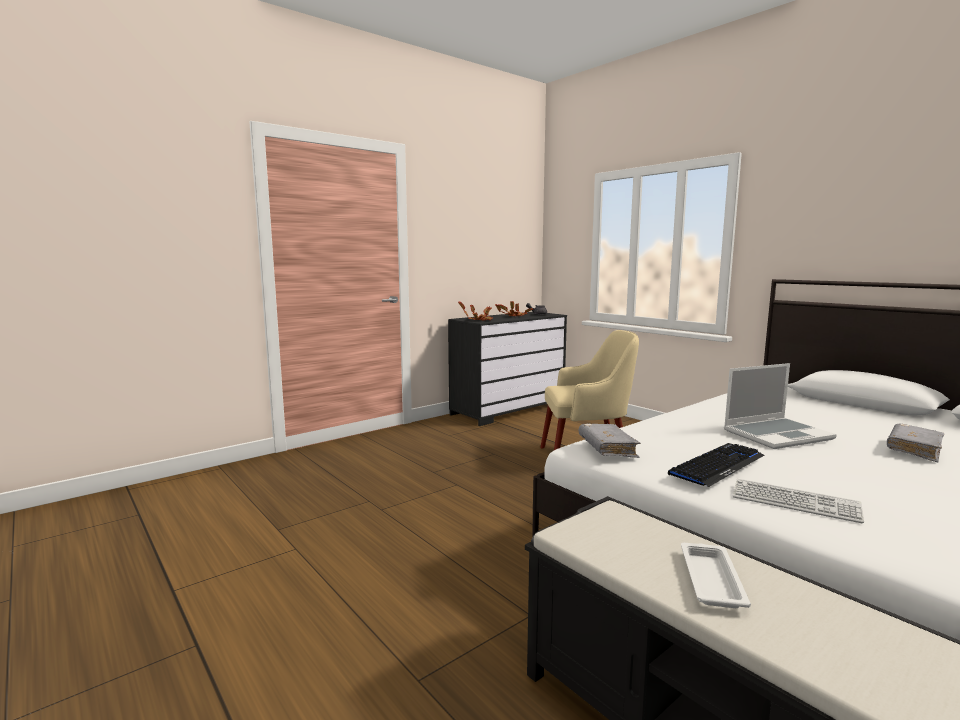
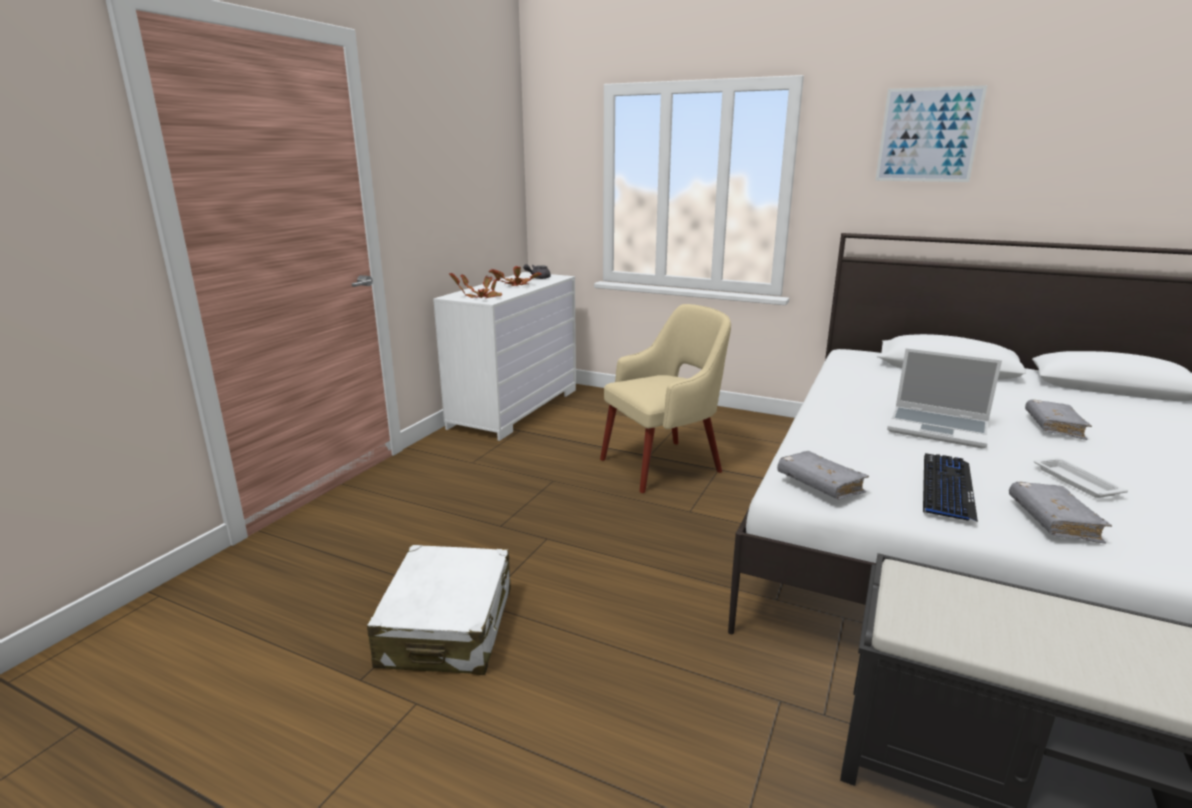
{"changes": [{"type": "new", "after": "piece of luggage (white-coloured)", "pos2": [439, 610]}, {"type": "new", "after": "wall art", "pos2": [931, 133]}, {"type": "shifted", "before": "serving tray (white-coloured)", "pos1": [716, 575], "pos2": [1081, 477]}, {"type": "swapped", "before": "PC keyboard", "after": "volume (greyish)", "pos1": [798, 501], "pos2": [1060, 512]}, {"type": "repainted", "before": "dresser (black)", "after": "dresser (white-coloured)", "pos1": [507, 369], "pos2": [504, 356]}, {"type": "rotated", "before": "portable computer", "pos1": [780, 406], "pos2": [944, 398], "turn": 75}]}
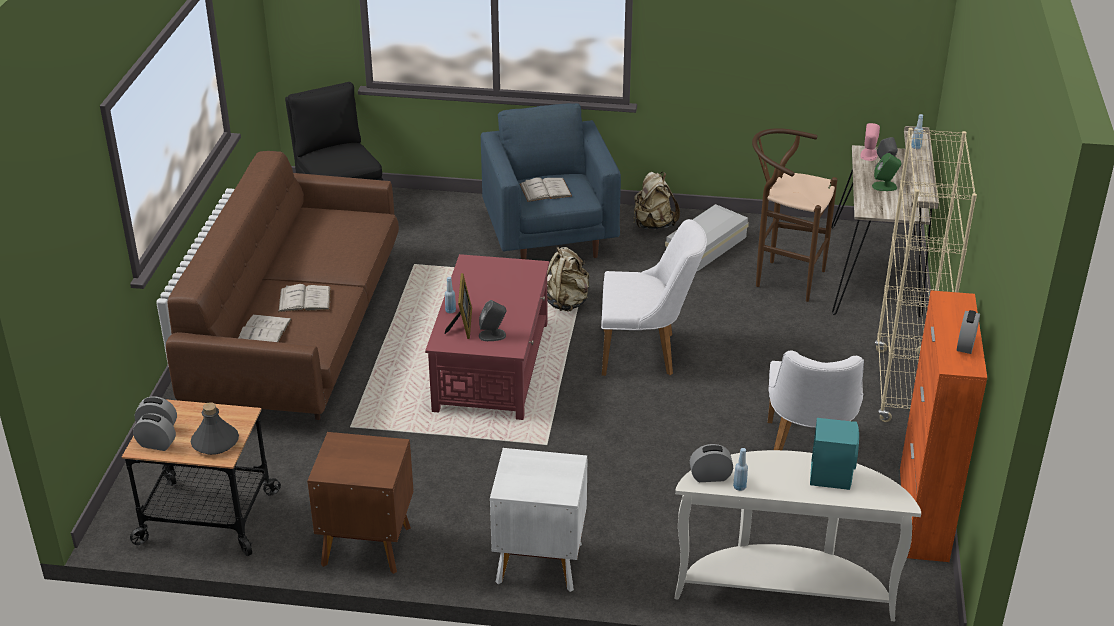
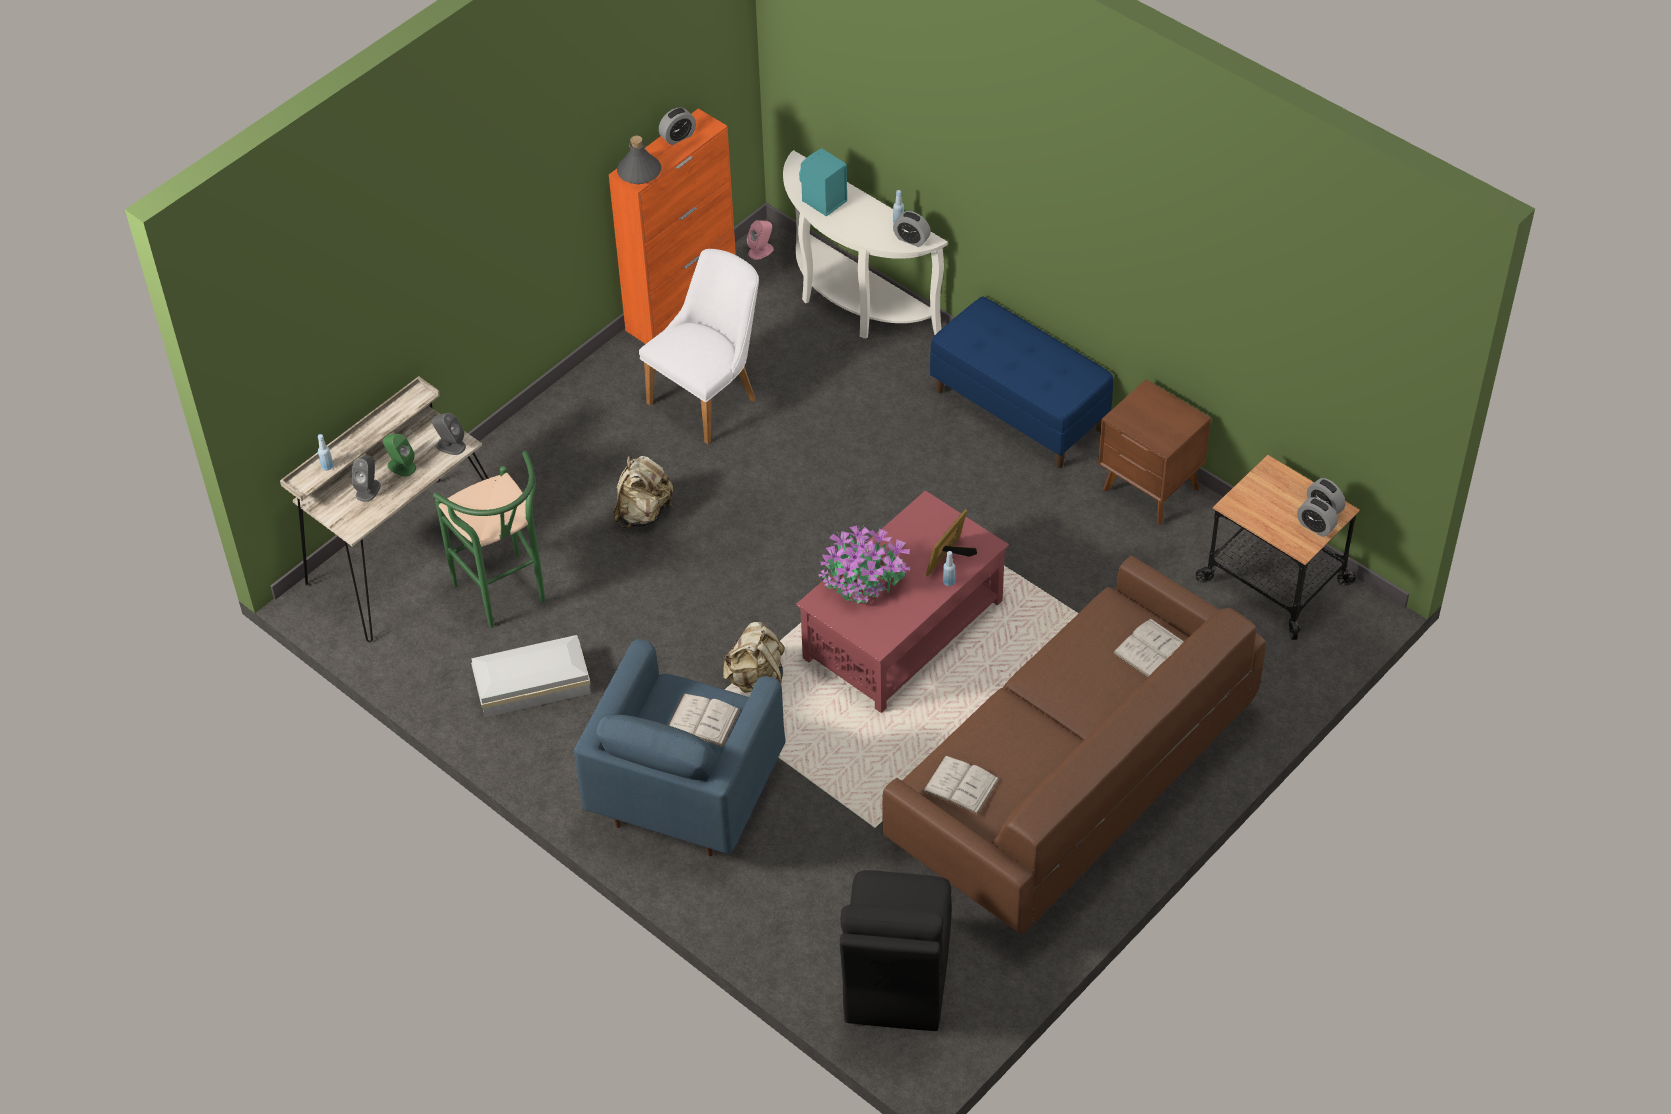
{"changes": [{"type": "gone", "before": "plain chair (white-coloured)", "pos1": [654, 297]}, {"type": "gone", "before": "bookcase (beige)", "pos1": [926, 275]}, {"type": "new", "after": "potted plant", "pos2": [864, 564]}, {"type": "shifted", "before": "beverage bottle (greyish)", "pos1": [215, 428], "pos2": [639, 160]}, {"type": "shifted", "before": "volume (white-coloured)", "pos1": [304, 298], "pos2": [961, 785]}, {"type": "shifted", "before": "speaker (greyish)", "pos1": [492, 320], "pos2": [449, 434]}, {"type": "shifted", "before": "knapsack (beige)", "pos1": [656, 201], "pos2": [643, 492]}, {"type": "shifted", "before": "speaker (pinkish)", "pos1": [870, 142], "pos2": [760, 240]}, {"type": "swapped", "before": "nightstand (white-coloured)", "after": "bench (blue-coloured)", "pos1": [538, 520], "pos2": [1021, 382]}, {"type": "repainted", "before": "stool (brownish)", "after": "stool (green)", "pos1": [794, 215], "pos2": [489, 539]}]}
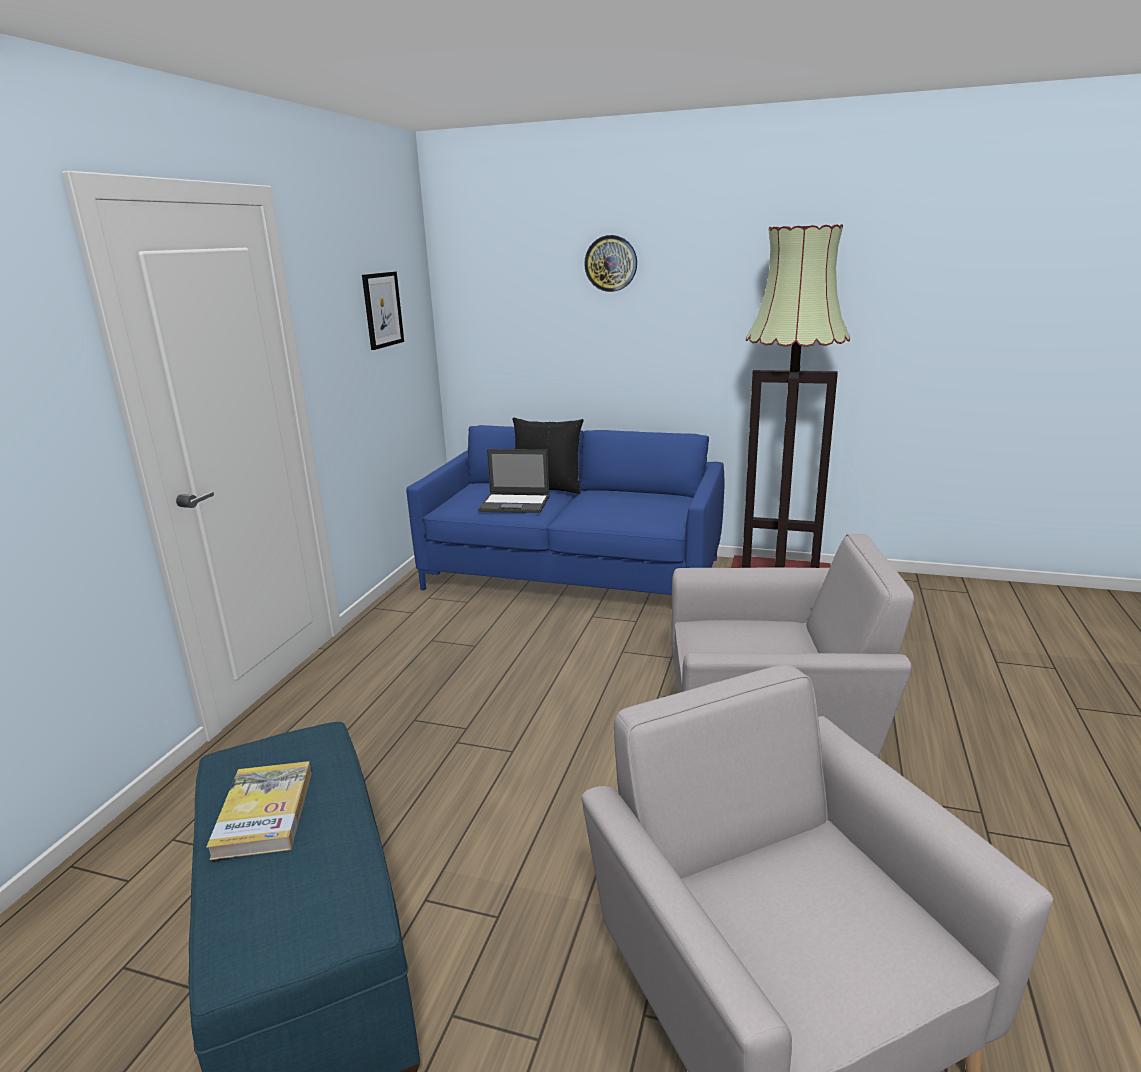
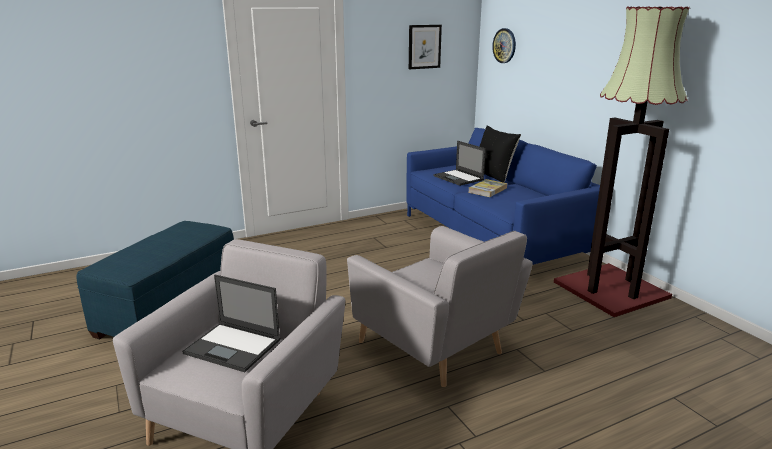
{"changes": [{"type": "new", "after": "portable computer", "pos2": [231, 323]}, {"type": "shifted", "before": "volume", "pos1": [259, 810], "pos2": [487, 188]}, {"type": "shifted", "before": "clock on the wall", "pos1": [610, 263], "pos2": [504, 45]}]}
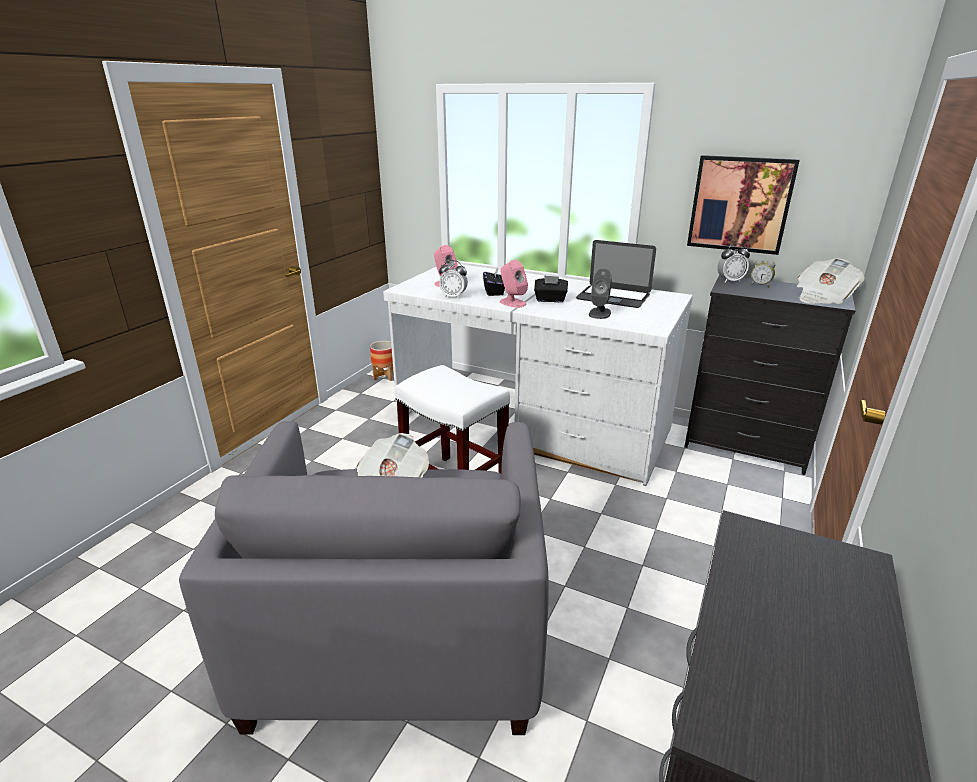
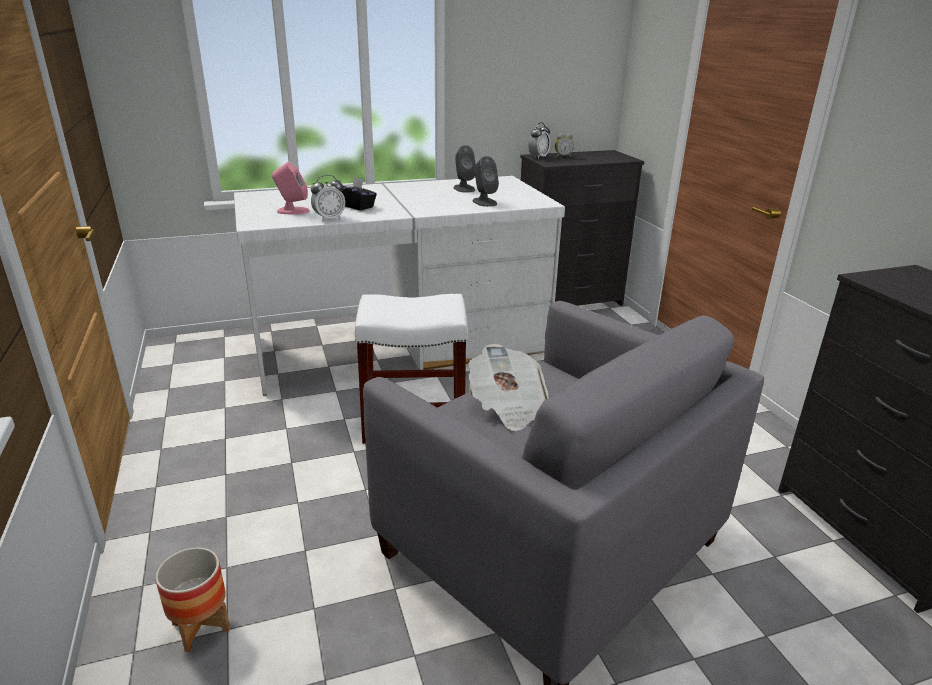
{"changes": [{"type": "gone", "before": "speaker (pinkish)", "pos1": [514, 284]}, {"type": "gone", "before": "tissue box (black)", "pos1": [551, 288]}, {"type": "gone", "before": "wall art", "pos1": [743, 205]}, {"type": "gone", "before": "printed paper", "pos1": [830, 281]}, {"type": "shifted", "before": "planter", "pos1": [382, 361], "pos2": [192, 600]}, {"type": "swapped", "before": "portable computer", "after": "speaker (greyish)", "pos1": [616, 274], "pos2": [464, 168]}]}
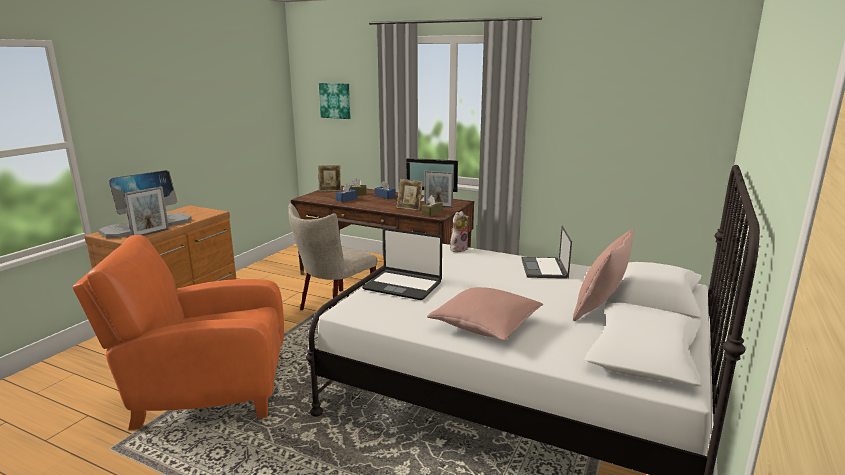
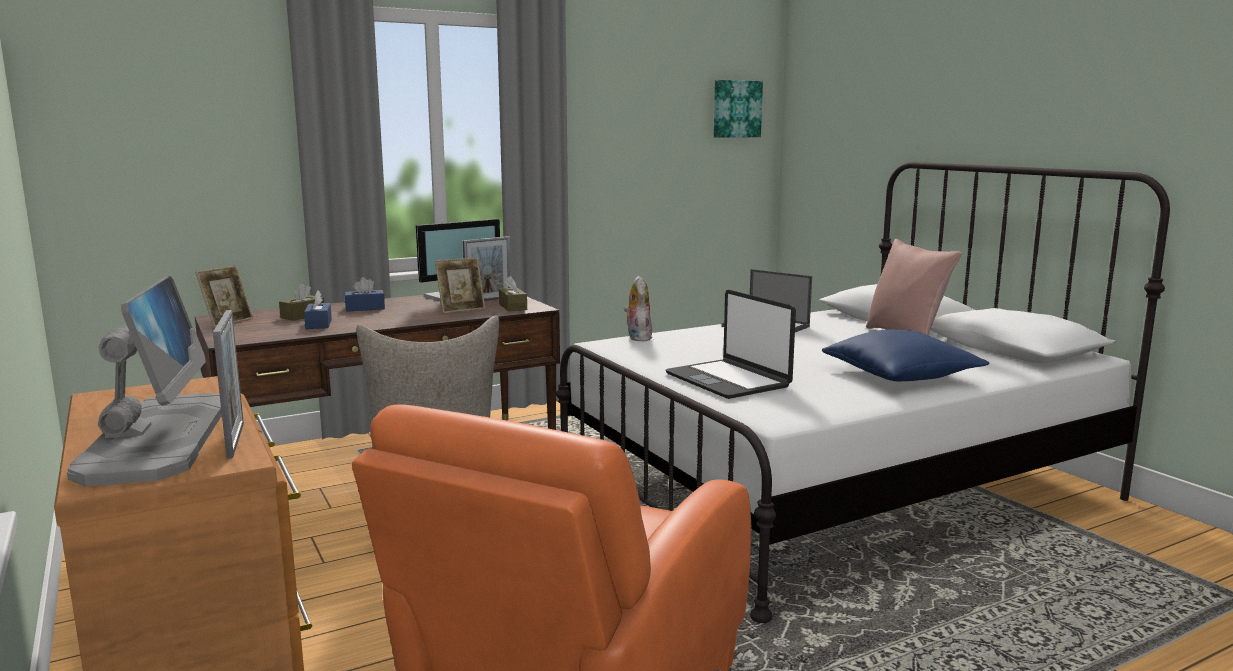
{"changes": [{"type": "shifted", "before": "wall art", "pos1": [334, 101], "pos2": [738, 109]}, {"type": "repainted", "before": "pillow (pinkish)", "after": "pillow (blue-coloured)", "pos1": [485, 314], "pos2": [905, 355]}, {"type": "rotated", "before": "portable computer", "pos1": [402, 264], "pos2": [731, 344], "turn": 90}]}
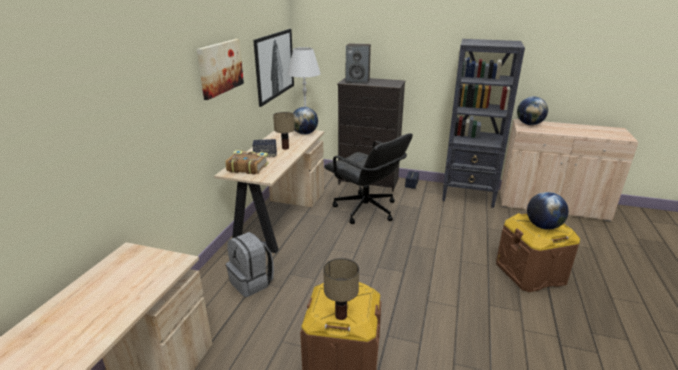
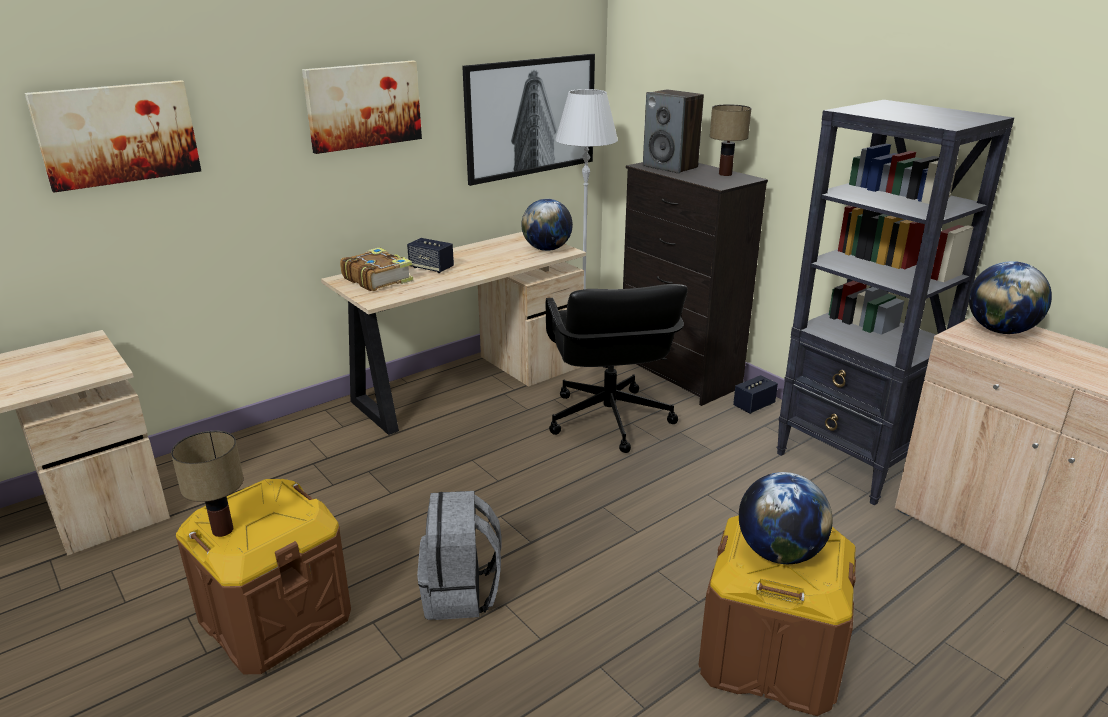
{"changes": [{"type": "new", "after": "wall art", "pos2": [113, 136]}, {"type": "shifted", "before": "knapsack (greyish)", "pos1": [250, 264], "pos2": [459, 555]}, {"type": "shifted", "before": "lamp for a table", "pos1": [284, 131], "pos2": [731, 140]}]}
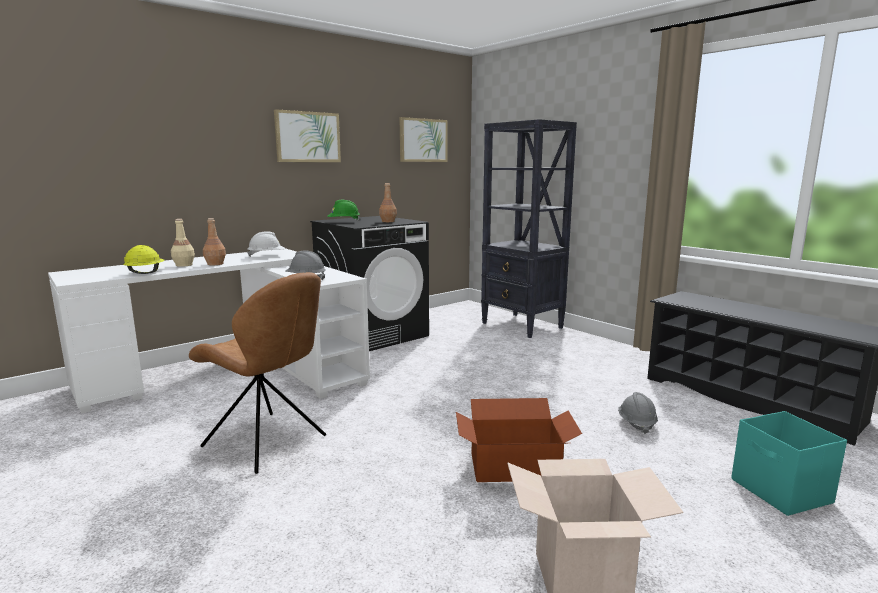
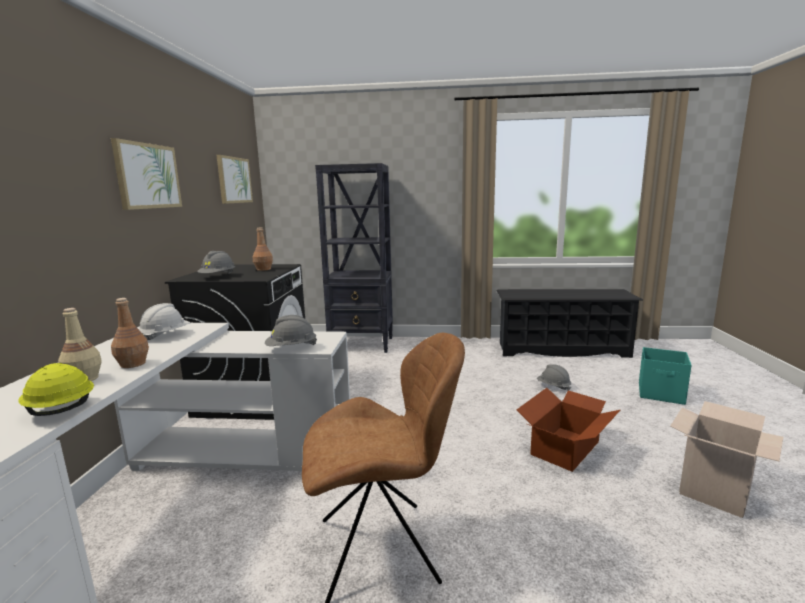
{"changes": [{"type": "repainted", "before": "work helmet (green)", "after": "work helmet (greyish)", "pos1": [343, 210], "pos2": [216, 262]}]}
